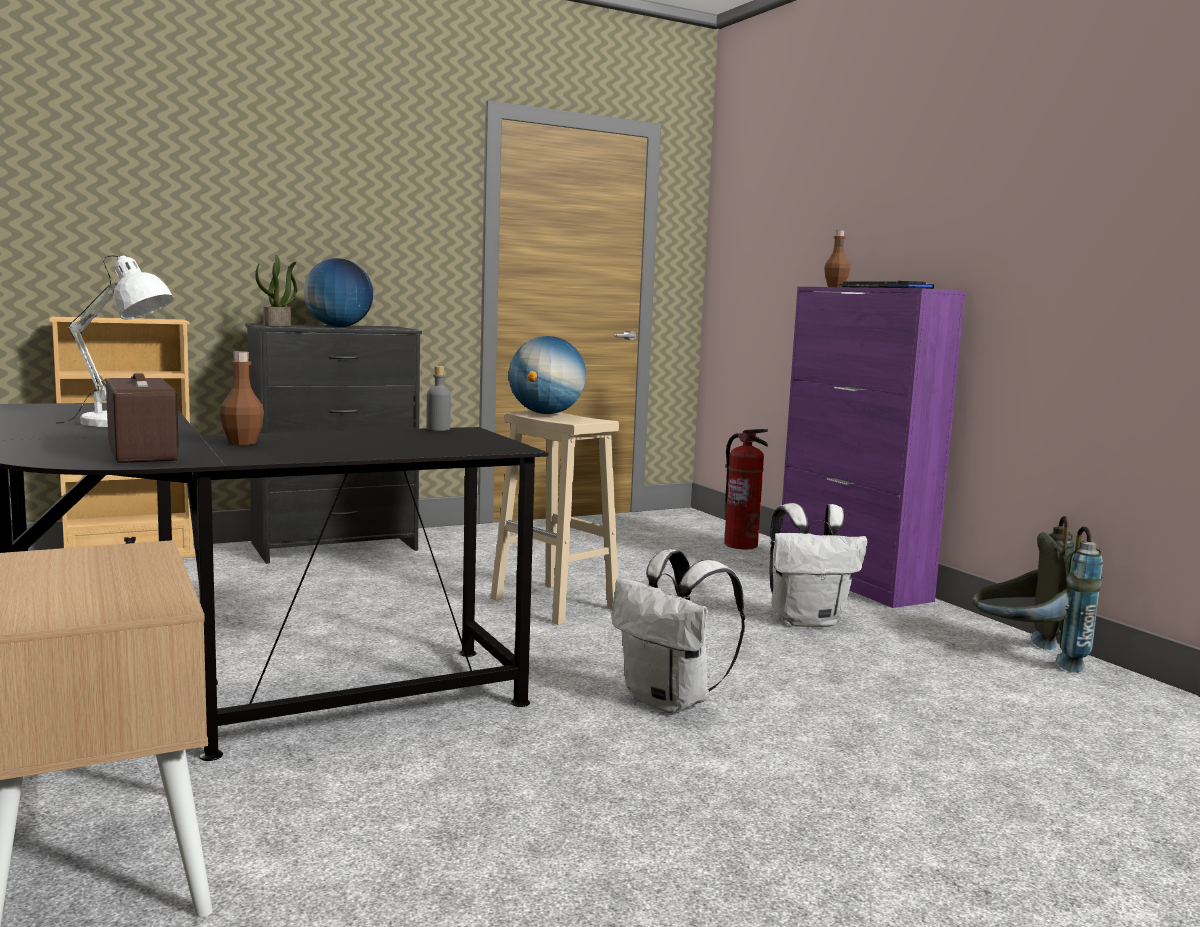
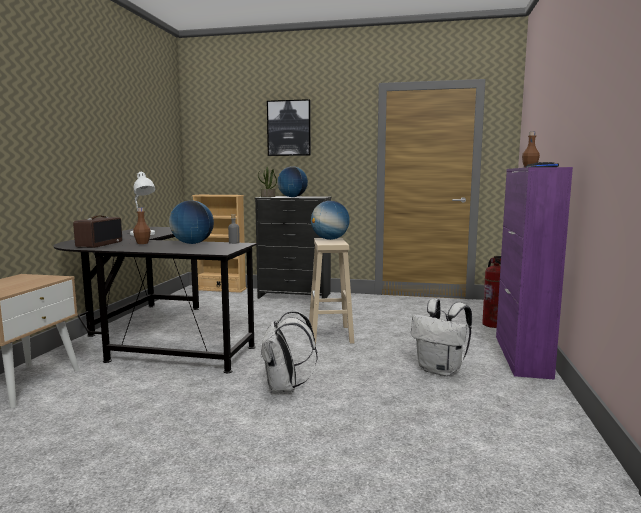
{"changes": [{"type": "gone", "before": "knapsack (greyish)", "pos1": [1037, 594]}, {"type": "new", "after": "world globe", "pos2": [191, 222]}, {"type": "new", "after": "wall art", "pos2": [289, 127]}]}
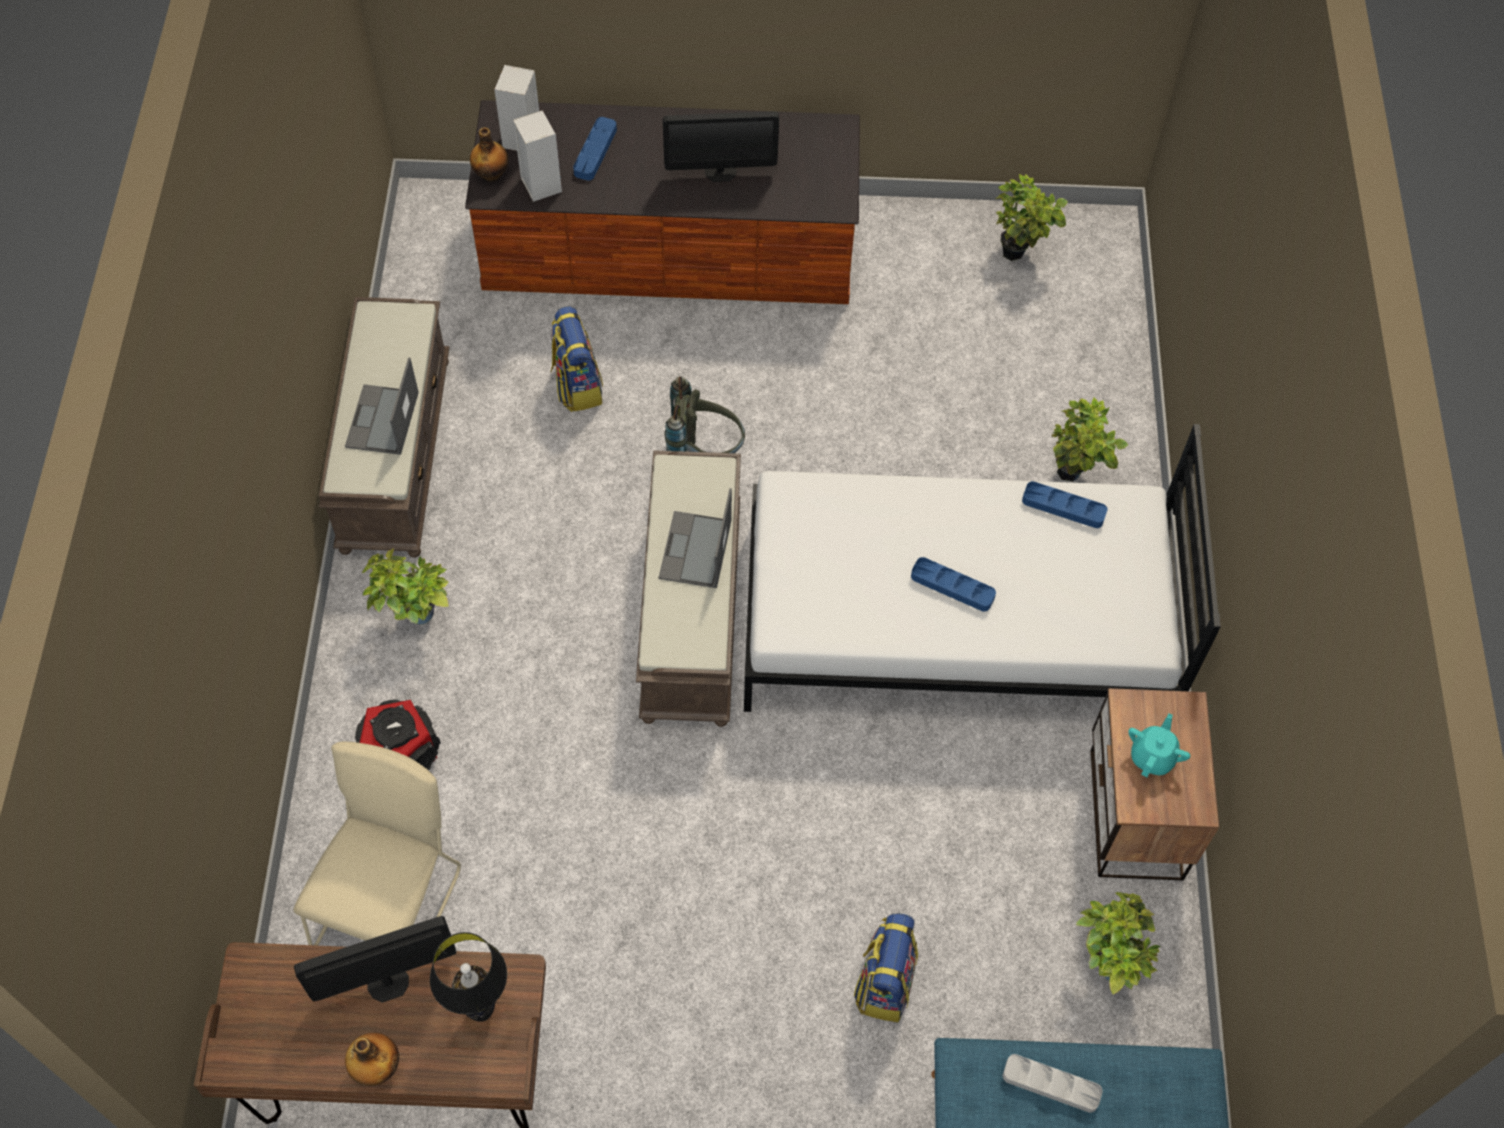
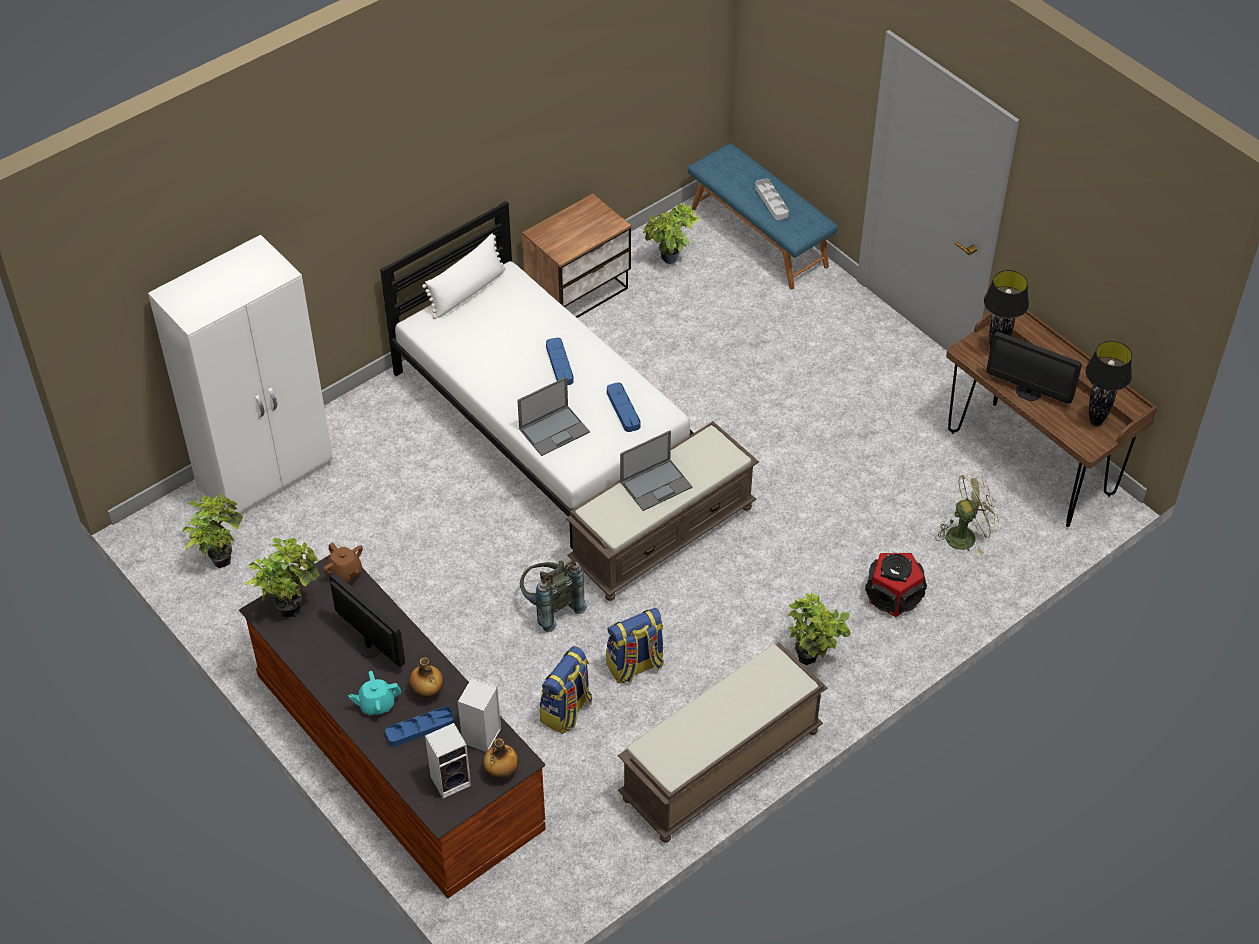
{"changes": [{"type": "new", "after": "wardrobe (white-coloured)", "pos2": [240, 375]}, {"type": "new", "after": "pot for tea (brownish)", "pos2": [343, 562]}, {"type": "new", "after": "pillow (white-coloured)", "pos2": [463, 276]}, {"type": "new", "after": "lamp for a table (black)", "pos2": [1108, 383]}, {"type": "shifted", "before": "portable computer", "pos1": [382, 406], "pos2": [553, 416]}, {"type": "shifted", "before": "beverage bottle", "pos1": [372, 1059], "pos2": [426, 678]}, {"type": "shifted", "before": "knapsack", "pos1": [886, 968], "pos2": [635, 645]}, {"type": "shifted", "before": "serving tray (blue-coloured)", "pos1": [1065, 504], "pos2": [623, 407]}, {"type": "shifted", "before": "potted plant", "pos1": [1090, 439], "pos2": [281, 577]}, {"type": "shifted", "before": "pot for tea (turquoise-coloured)", "pos1": [1159, 745], "pos2": [374, 693]}, {"type": "swapped", "before": "plain chair (beige)", "after": "fan (green)", "pos1": [377, 843], "pos2": [968, 513]}]}
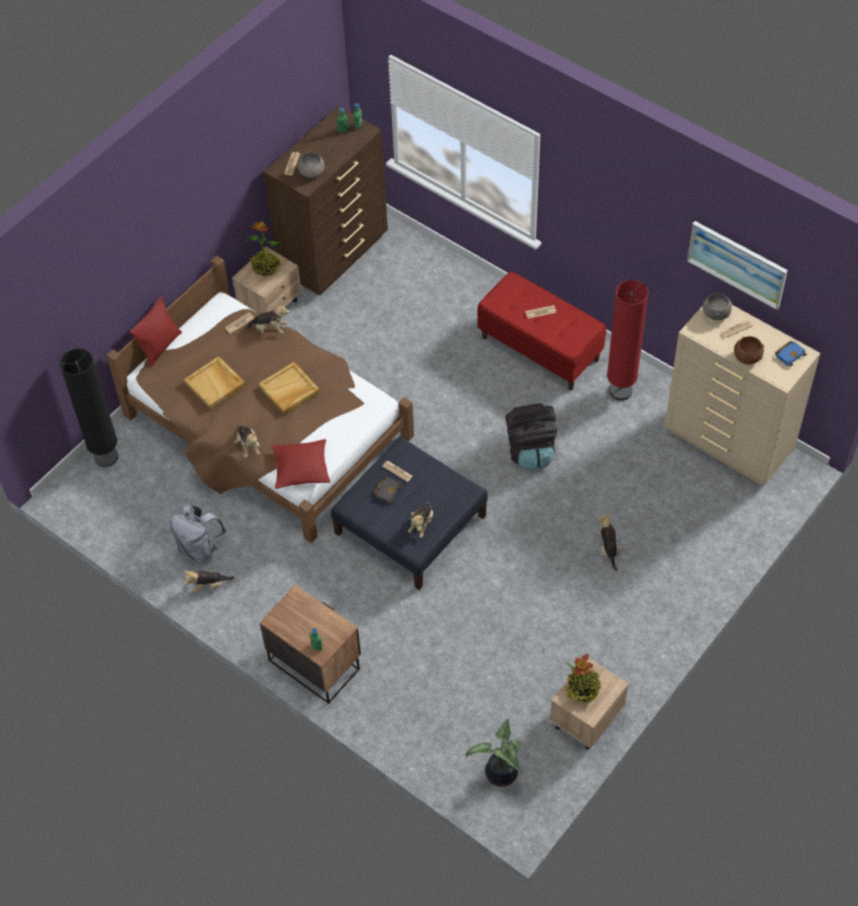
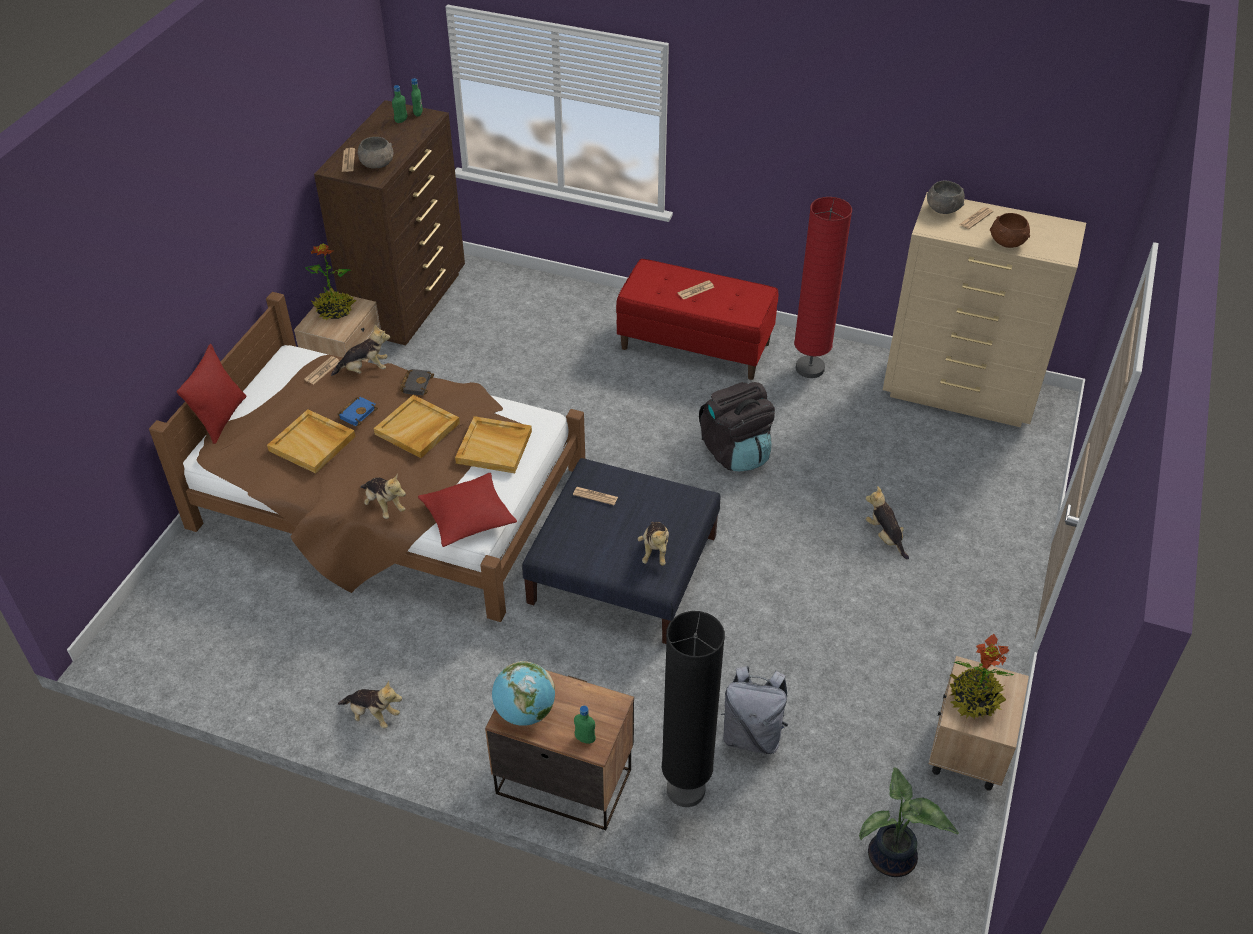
{"changes": [{"type": "gone", "before": "wall art", "pos1": [737, 265]}, {"type": "new", "after": "serving tray (beige)", "pos2": [493, 444]}, {"type": "new", "after": "world globe", "pos2": [523, 693]}, {"type": "shifted", "before": "standing lamp (black)", "pos1": [89, 407], "pos2": [693, 709]}, {"type": "shifted", "before": "knapsack (greyish)", "pos1": [198, 534], "pos2": [755, 710]}, {"type": "shifted", "before": "volume (black)", "pos1": [387, 490], "pos2": [417, 382]}, {"type": "shifted", "before": "volume (blue-coloured)", "pos1": [791, 353], "pos2": [357, 411]}, {"type": "rotated", "before": "cuddly toy", "pos1": [209, 582], "pos2": [370, 705], "turn": -120}]}
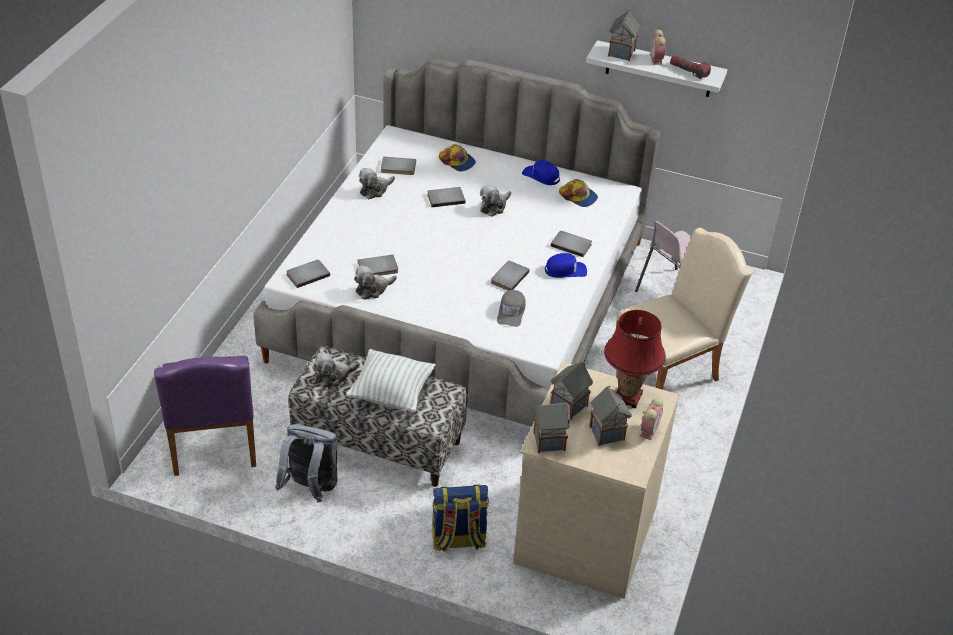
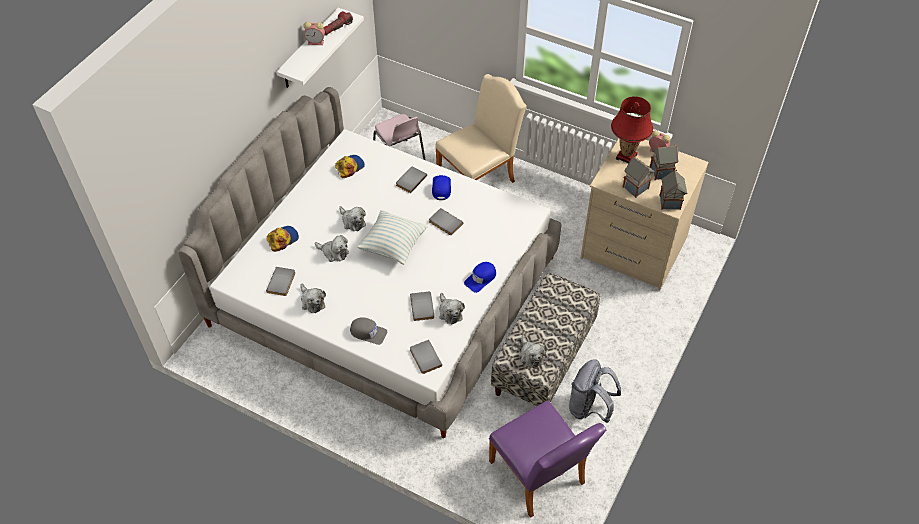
{"changes": [{"type": "gone", "before": "knapsack", "pos1": [460, 518]}, {"type": "gone", "before": "miniature house", "pos1": [624, 35]}, {"type": "shifted", "before": "pillow", "pos1": [391, 380], "pos2": [392, 237]}, {"type": "shifted", "before": "baseball cap (greyish)", "pos1": [511, 308], "pos2": [368, 331]}, {"type": "shifted", "before": "baseball cap (blue-coloured)", "pos1": [541, 172], "pos2": [480, 277]}, {"type": "swapped", "before": "volume (greyish)", "after": "cuddly toy", "pos1": [446, 197], "pos2": [331, 248]}, {"type": "rotated", "before": "plain chair (purple)", "pos1": [205, 416], "pos2": [547, 459], "turn": 60}, {"type": "rotated", "before": "plain chair (beige)", "pos1": [683, 309], "pos2": [481, 128], "turn": 75}]}
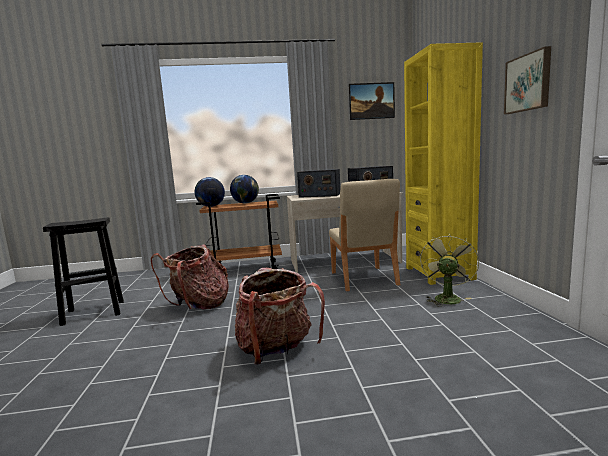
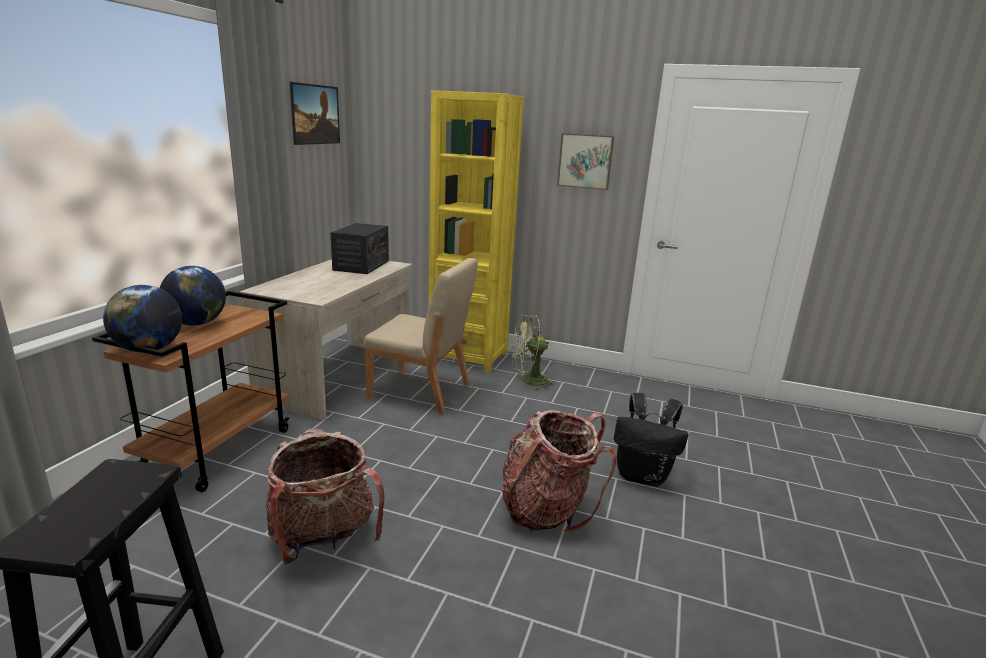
{"changes": [{"type": "gone", "before": "radio set", "pos1": [319, 183]}, {"type": "new", "after": "knapsack (black)", "pos2": [651, 439]}, {"type": "rotated", "before": "fan (green)", "pos1": [449, 270], "pos2": [533, 352], "turn": -60}]}
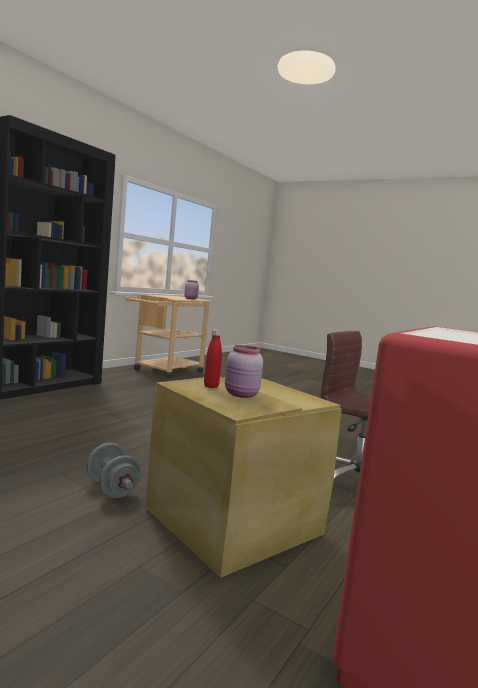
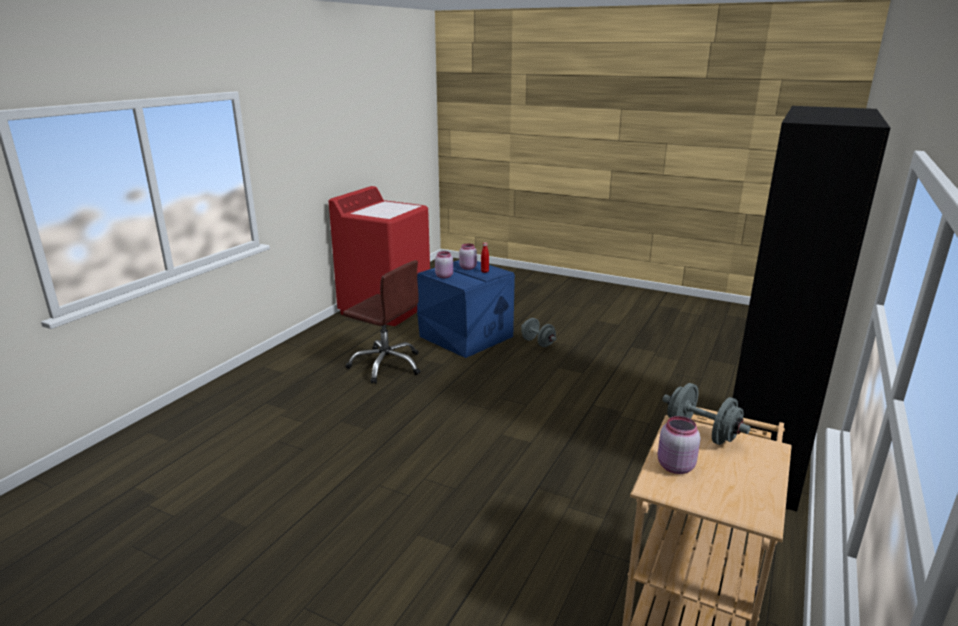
{"changes": [{"type": "new", "after": "storage jar (pinkish)", "pos2": [444, 264]}, {"type": "new", "after": "free weight (greyish)", "pos2": [707, 414]}, {"type": "repainted", "before": "storage container (beige)", "after": "storage container (blue-coloured)", "pos1": [243, 477], "pos2": [466, 309]}]}
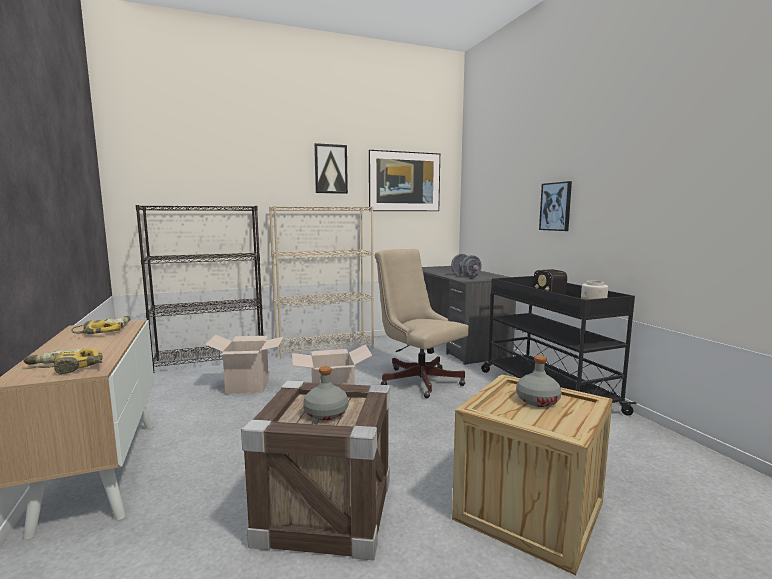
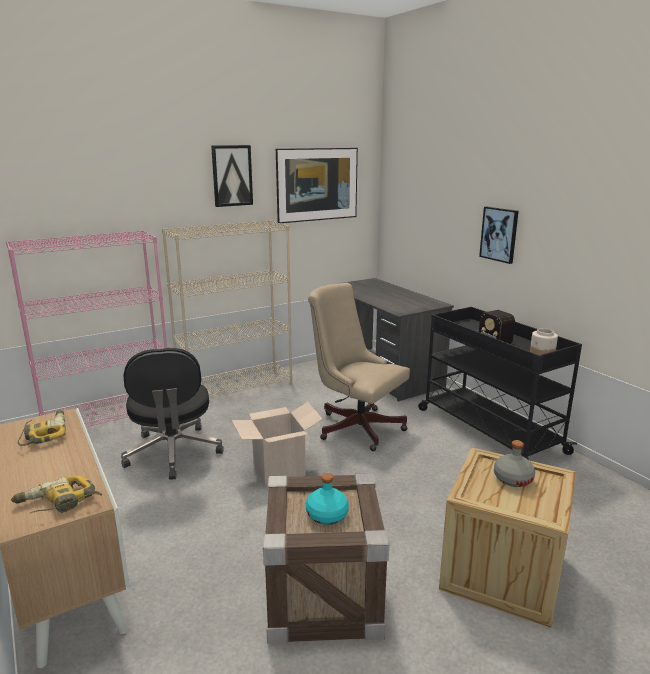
{"changes": [{"type": "gone", "before": "free weight (greyish)", "pos1": [466, 266]}, {"type": "swapped", "before": "cardboard box", "after": "office chair (black)", "pos1": [244, 364], "pos2": [172, 414]}, {"type": "repainted", "before": "bookcase (black)", "after": "bookcase (pinkish)", "pos1": [199, 289], "pos2": [86, 328]}, {"type": "repainted", "before": "beverage bottle (greyish)", "after": "beverage bottle (turquoise-coloured)", "pos1": [325, 393], "pos2": [327, 499]}]}
